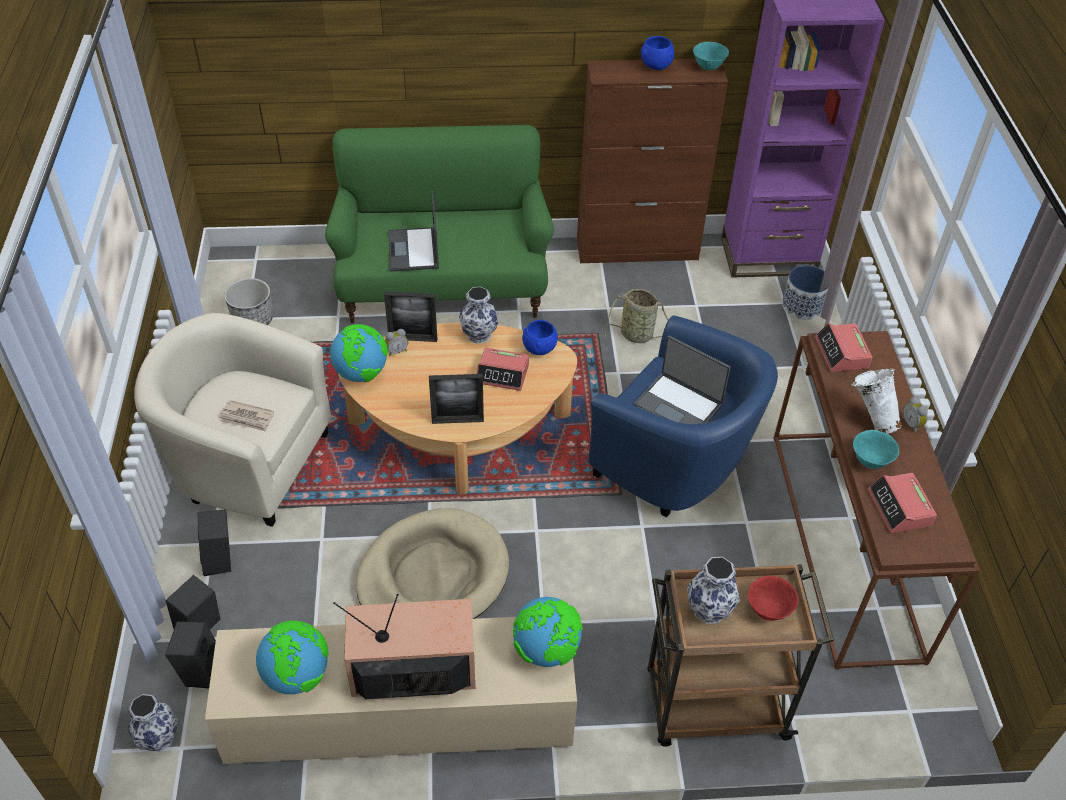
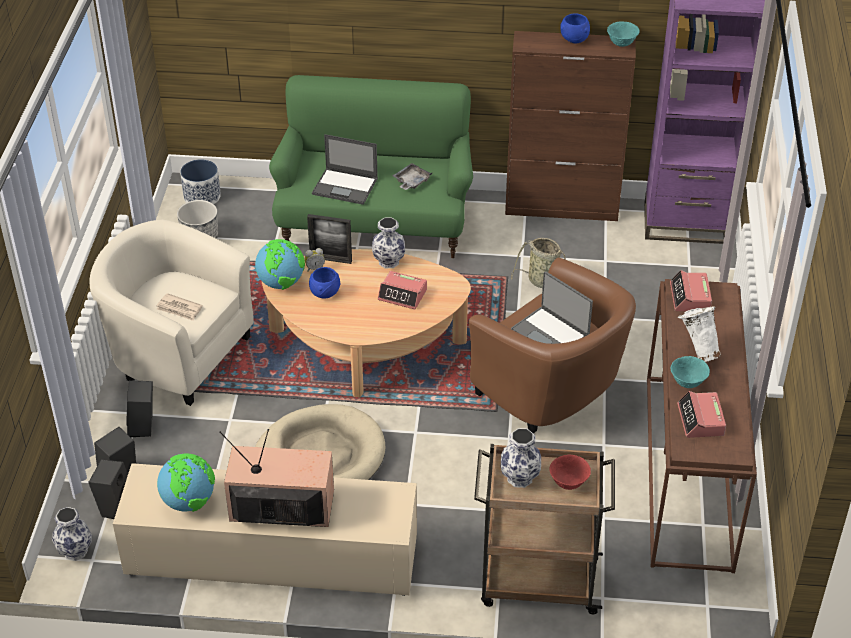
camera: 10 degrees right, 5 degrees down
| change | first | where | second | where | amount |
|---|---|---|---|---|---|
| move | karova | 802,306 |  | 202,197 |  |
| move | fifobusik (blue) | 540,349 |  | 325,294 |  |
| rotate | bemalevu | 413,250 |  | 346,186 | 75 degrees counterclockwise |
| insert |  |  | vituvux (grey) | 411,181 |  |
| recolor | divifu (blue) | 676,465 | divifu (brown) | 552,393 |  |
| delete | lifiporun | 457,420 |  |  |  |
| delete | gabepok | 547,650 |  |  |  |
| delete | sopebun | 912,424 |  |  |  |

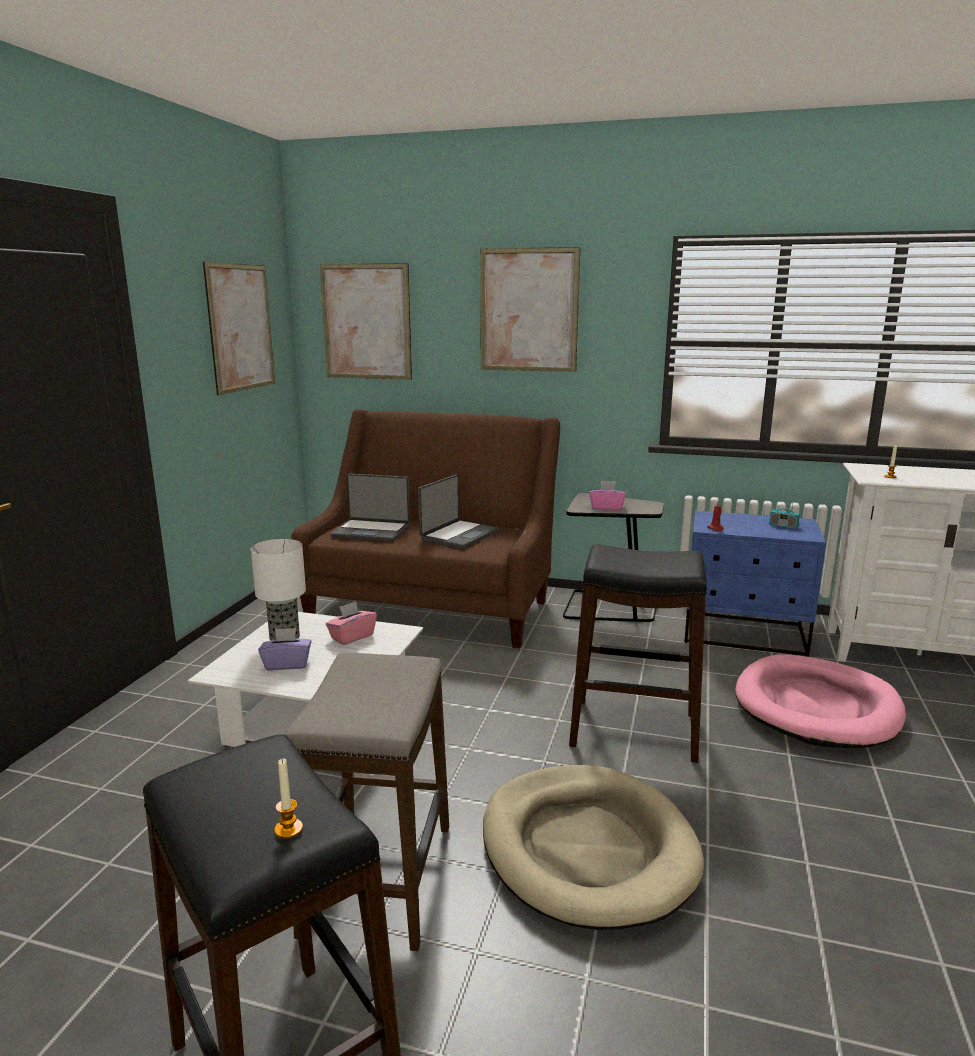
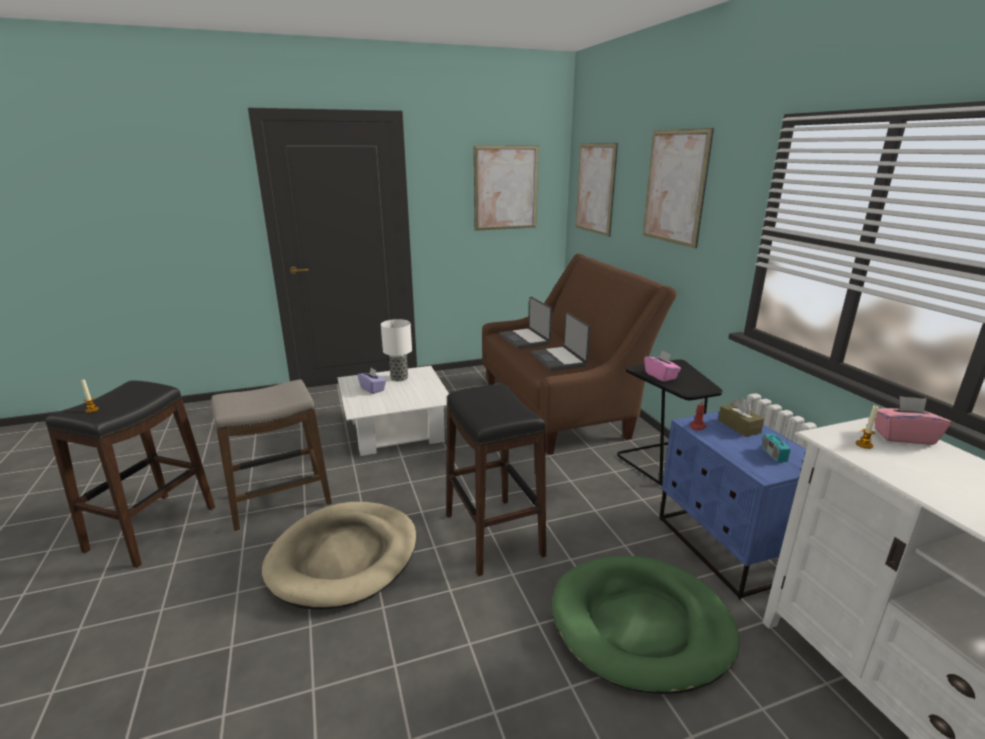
camera: 55 degrees right, 5 degrees up
| change | first | where | second | where | amount |
|---|---|---|---|---|---|
| rotate | bemalevu | 458,535 |  | 559,359 | 75 degrees clockwise |
| recolor | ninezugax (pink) | 817,707 | ninezugax (green) | 641,625 |  |
| insert |  |  | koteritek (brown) | 739,426 |  |
| move | koteritek (pink) | 352,637 |  | 903,437 |  |

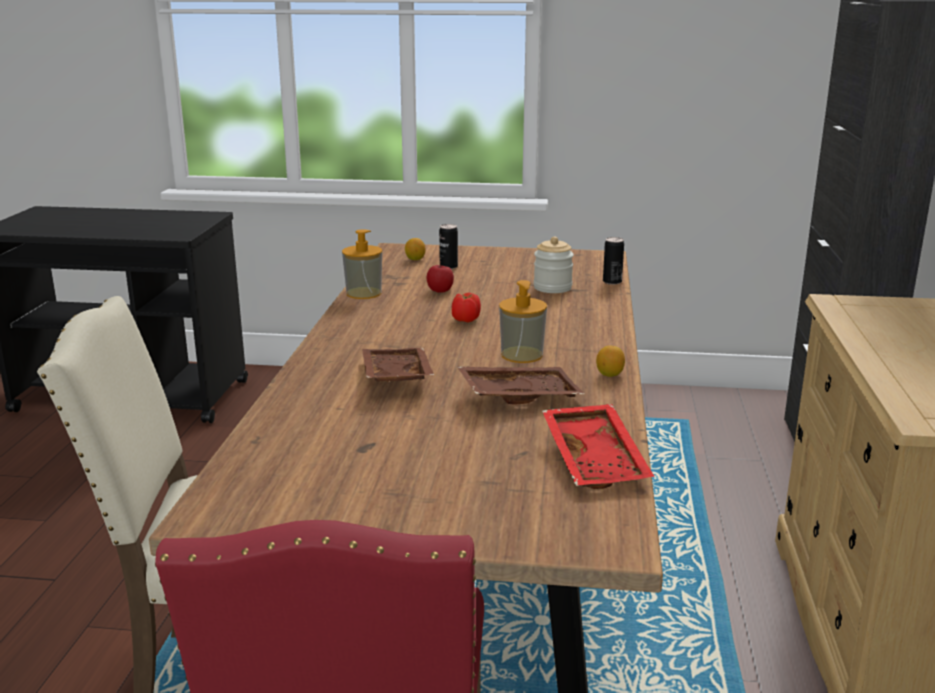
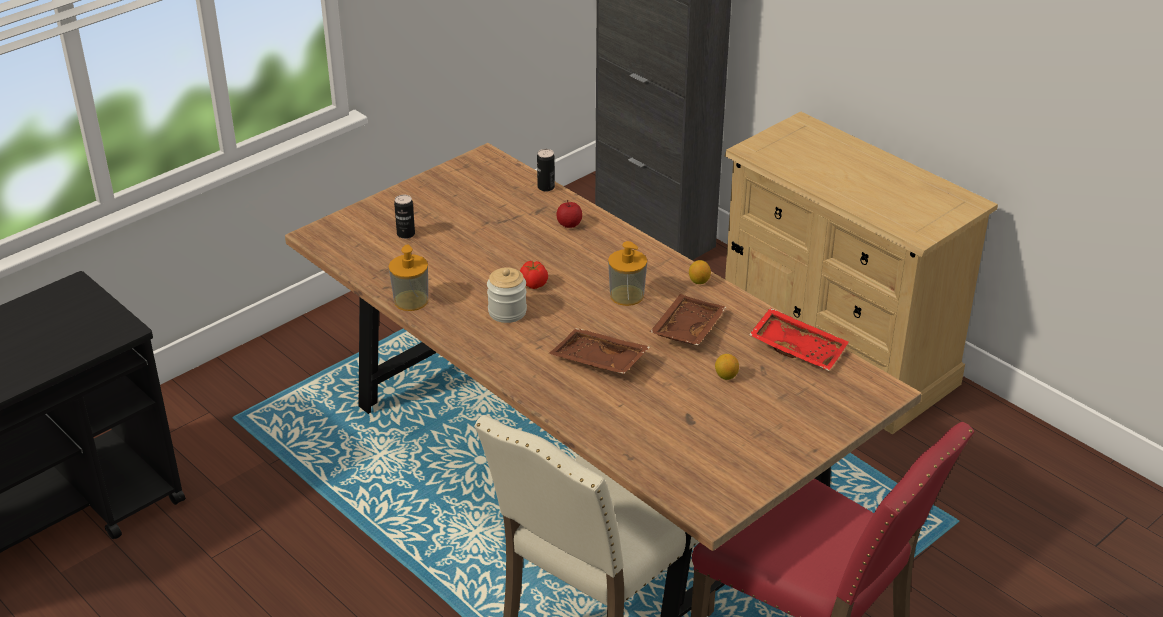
camera: 50 degrees left, 15 degrees up
| change | first | where | second | where | amount |
|---|---|---|---|---|---|
| move | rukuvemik | 552,288 |  | 507,312 |  |
| move | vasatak | 440,290 |  | 569,224 |  |
| move | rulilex | 415,259 |  | 726,376 |  |

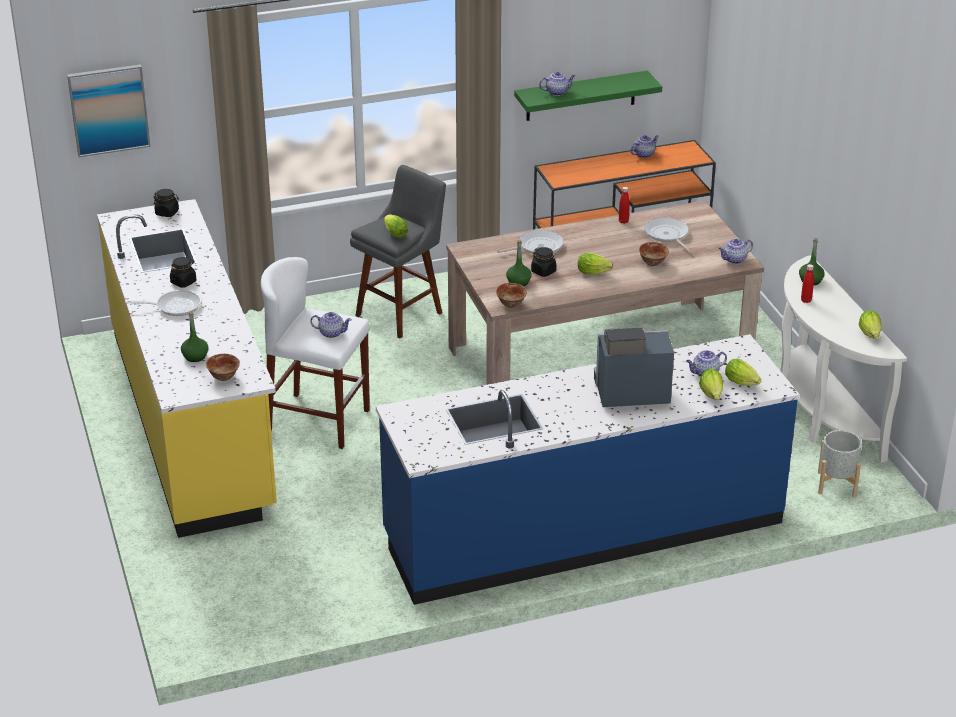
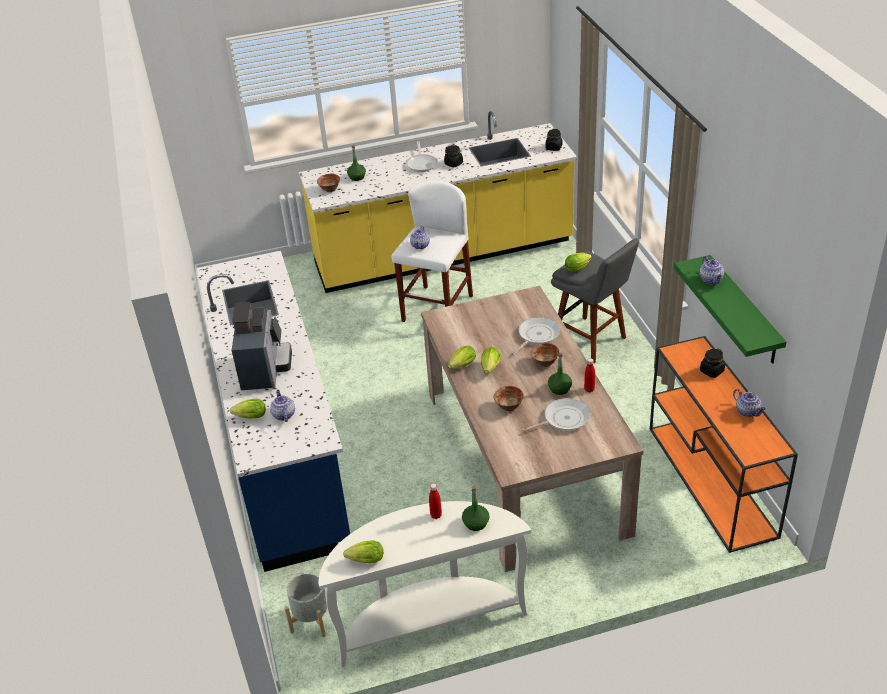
camera: 95 degrees right, 5 degrees up
| change | first | where | second | where | amount |
|---|---|---|---|---|---|
| move | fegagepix | 743,383 |  | 461,366 |  |
| rotate | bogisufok | 537,246 |  | 537,335 | 120 degrees counterclockwise |
| move | fifobusik | 511,304 |  | 545,363 |  |
| move | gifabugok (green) | 518,282 |  | 559,389 |  |
| move | rukuvemik (black) | 543,271 |  | 711,371 |  |
| delete | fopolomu | 109,109 |  |  |  |
| delete | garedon | 734,260 |  |  |  |

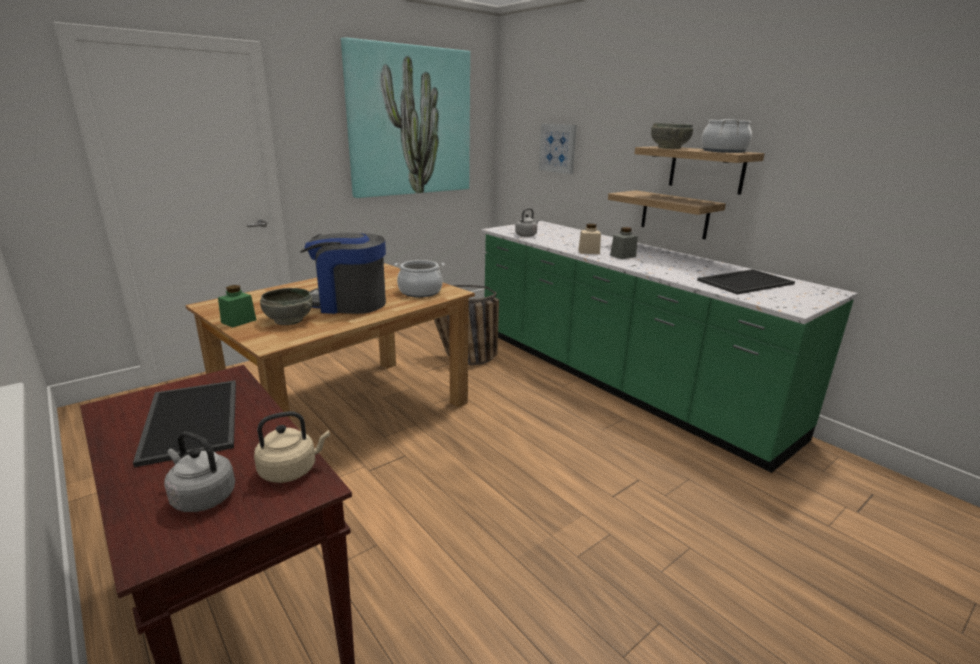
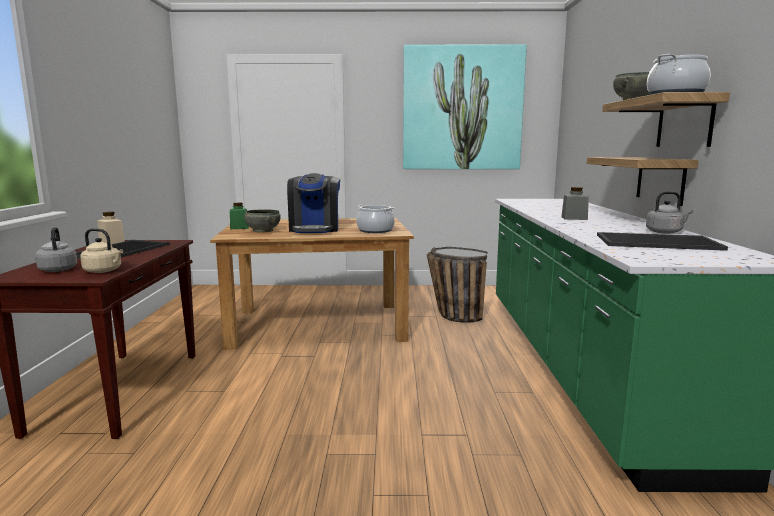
camera: 40 degrees right, 10 degrees down
| change | first | where | second | where | amount |
|---|---|---|---|---|---|
| move | rukuvemik (beige) | 588,252 |  | 112,242 |  |
| rotate | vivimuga | 348,303 |  | 315,229 | 135 degrees counterclockwise |
| move | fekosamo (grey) | 526,235 |  | 665,232 |  |
| delete | fopolomu | 558,148 |  |  |  |

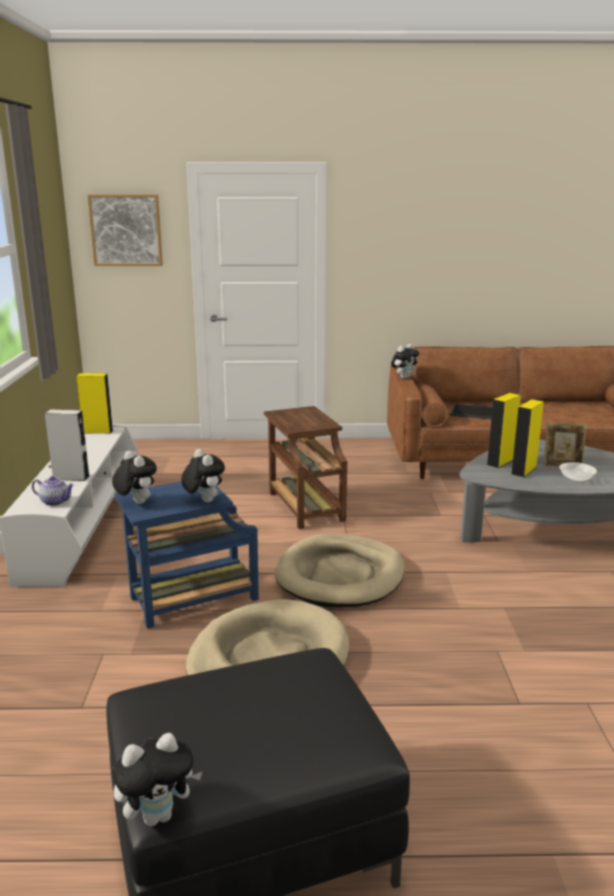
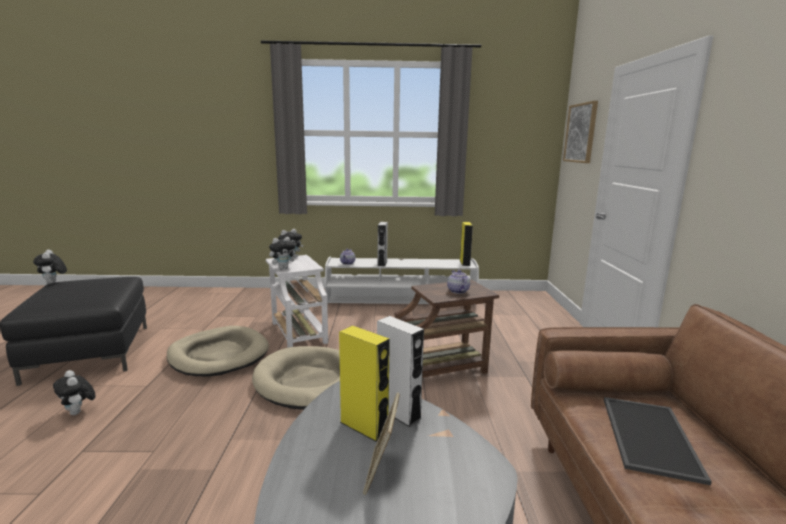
camera: 90 degrees right, 5 degrees down
| change | first | where | second | where | amount |
|---|---|---|---|---|---|
| move | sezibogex | 404,377 |  | 78,412 |  |
| recolor | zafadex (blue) | 190,600 | zafadex (white) | 298,332 |  |
| recolor | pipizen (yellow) | 500,462 | pipizen (white) | 398,412 |  |
| insert |  |  | garedon | 457,291 |  |
| delete | fifobusik | 576,479 |  |  |  |

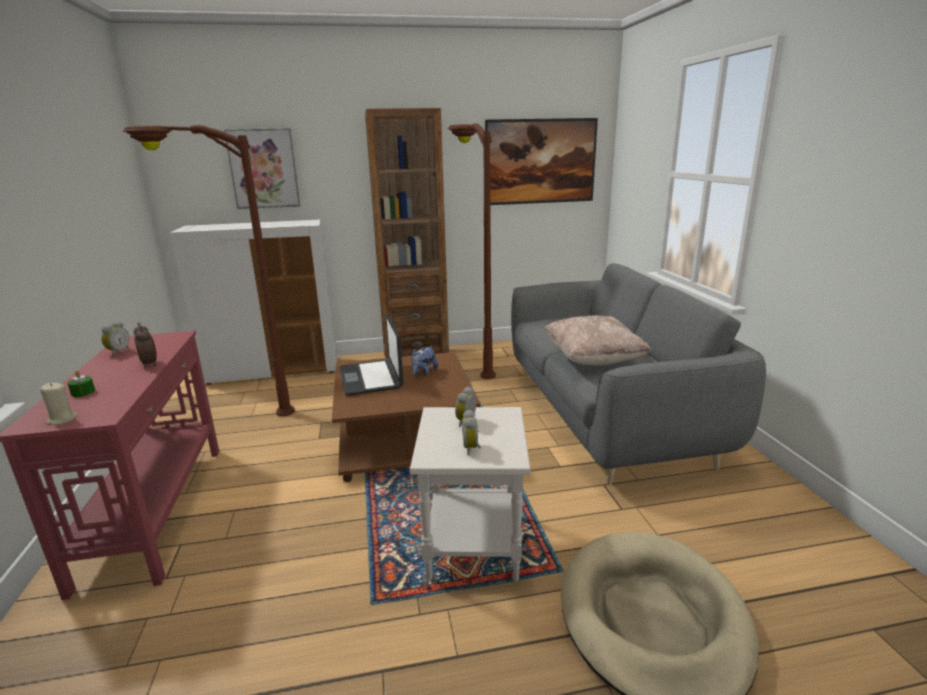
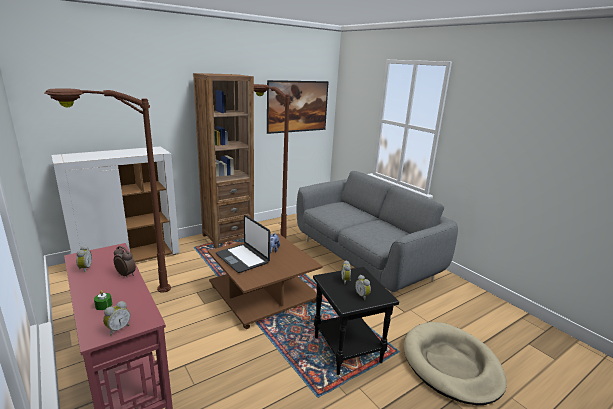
camera: 25 degrees left, 0 degrees up
| change | first | where | second | where | amount |
|---|---|---|---|---|---|
| replace | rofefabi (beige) | 62,420 | sopebun | 118,329 |  |
| recolor | zafadex (white) | 475,546 | zafadex (black) | 348,350 |  |
| delete | fopolomu | 263,169 |  |  |  |
| delete | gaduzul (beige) | 593,359 |  |  |  |

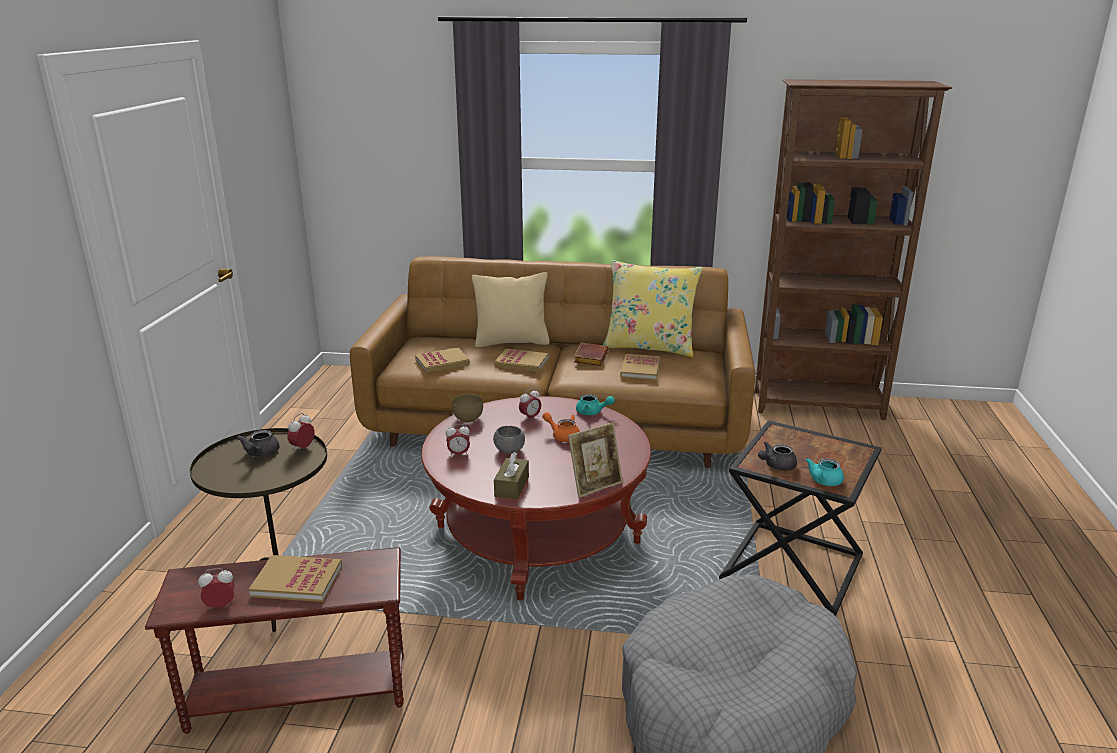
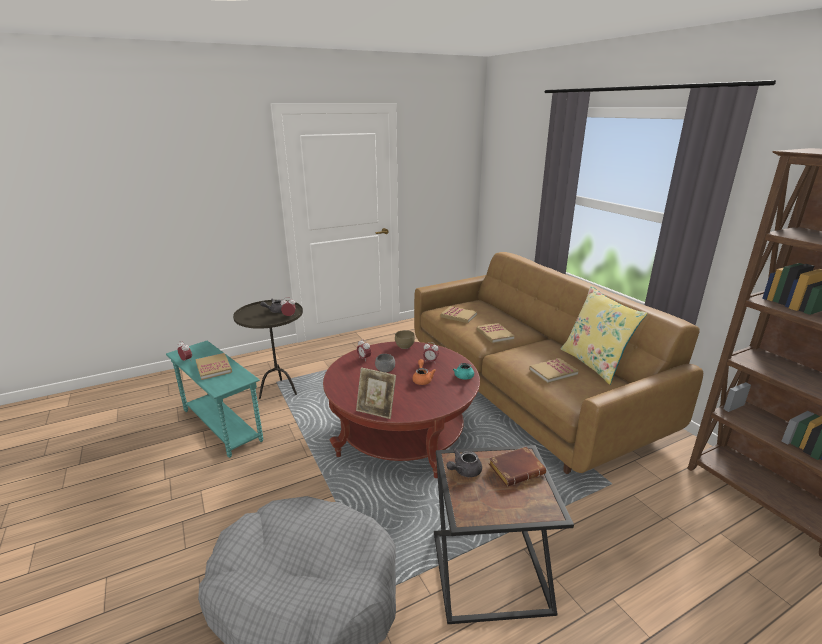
camera: 55 degrees right, 0 degrees up
| change | first | where | second | where | amount |
|---|---|---|---|---|---|
| recolor | zafadex (brown) | 299,696 | zafadex (turquoise) | 221,426 |  |
| rotate | garedon (grey) | 776,466 |  | 464,471 | 60 degrees counterclockwise |
| move | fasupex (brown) | 589,358 |  | 516,469 |  |
| delete | gaduzul (beige) | 512,342 |  |  |  |
| delete | koteritek (brown) | 511,486 |  |  |  |
| delete | garedon (turquoise) | 823,482 |  |  |  |

